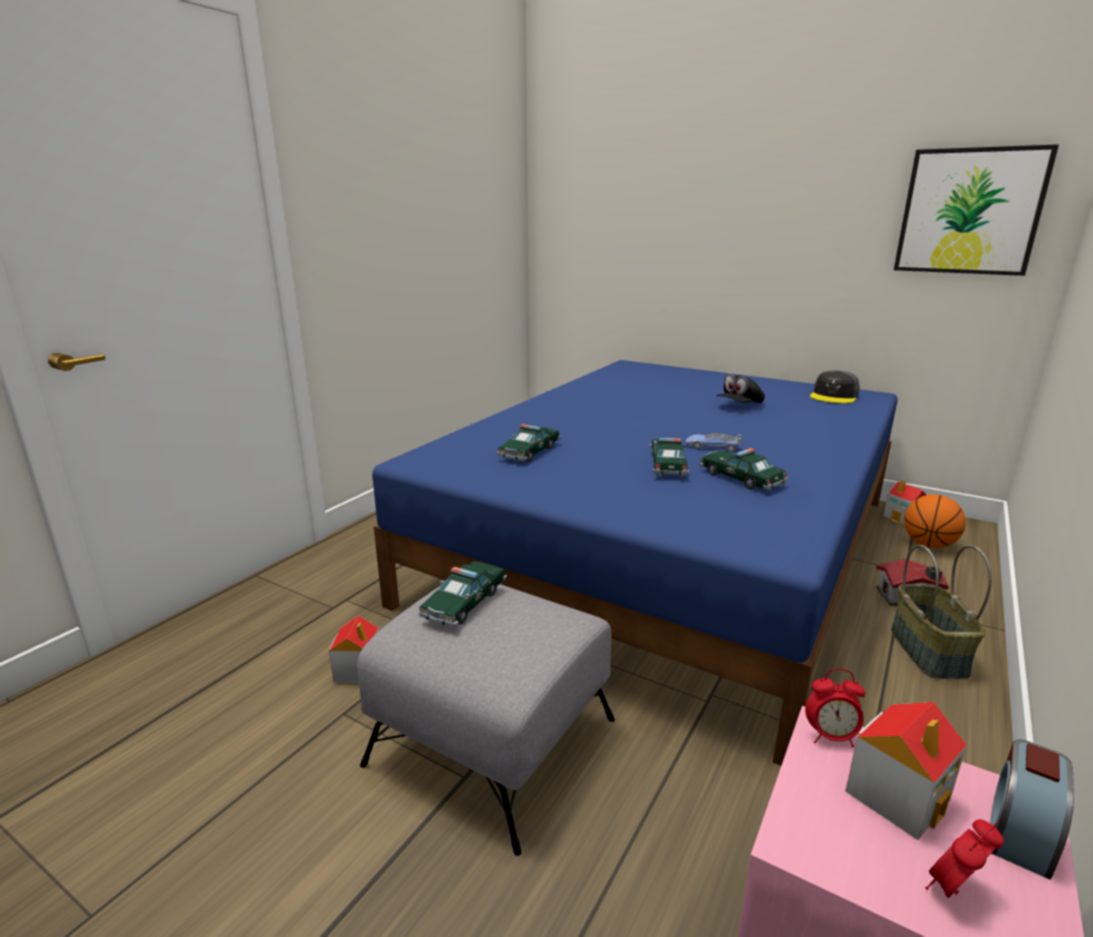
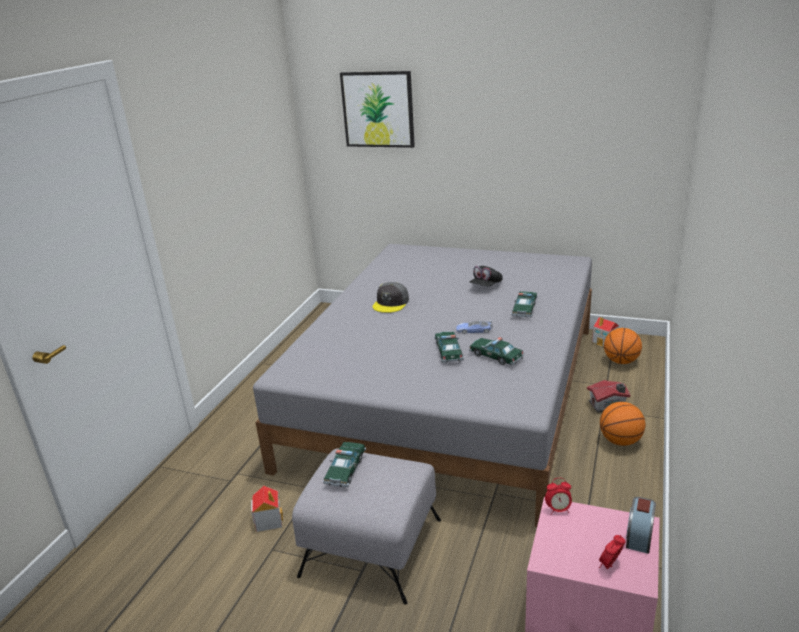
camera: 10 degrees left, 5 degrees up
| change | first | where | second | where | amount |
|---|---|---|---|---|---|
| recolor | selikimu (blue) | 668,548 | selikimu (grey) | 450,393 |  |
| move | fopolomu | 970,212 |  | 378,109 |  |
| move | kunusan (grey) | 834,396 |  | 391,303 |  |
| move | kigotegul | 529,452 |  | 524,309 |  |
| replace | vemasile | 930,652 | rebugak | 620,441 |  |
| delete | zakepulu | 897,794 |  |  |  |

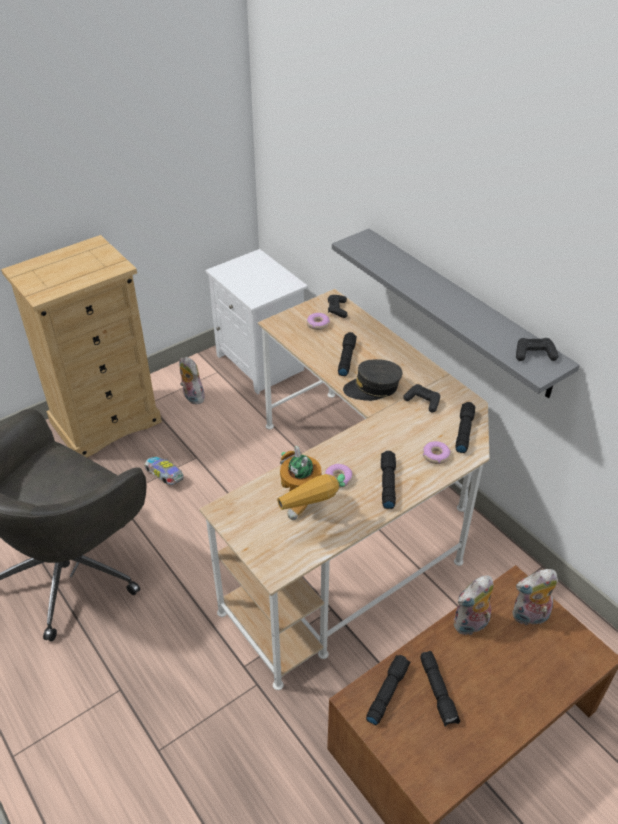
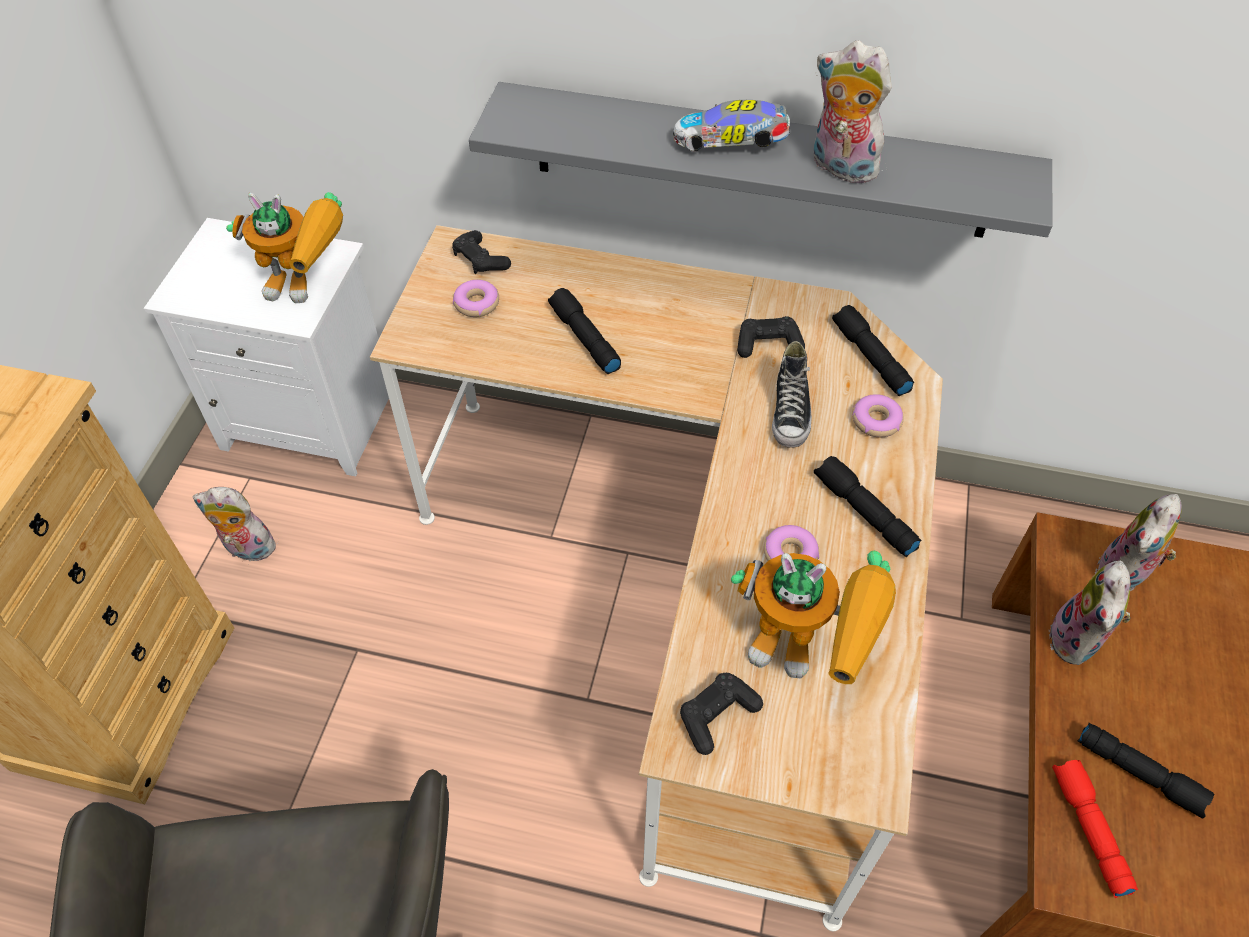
camera: 40 degrees left, 10 degrees up
| change | first | where | second | where | amount |
|---|---|---|---|---|---|
| insert |  |  | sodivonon | 309,286 |  |
| move | kigotegul | 165,476 |  | 732,143 |  |
| move | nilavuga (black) | 534,354 |  | 717,716 |  |
| insert |  |  | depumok | 790,413 |  |
| insert |  |  | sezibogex | 839,168 |  |
| recolor | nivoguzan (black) | 387,692 | nivoguzan (red) | 1088,829 |  |
| delete | kunusan (grey) | 373,388 |  |  |  |

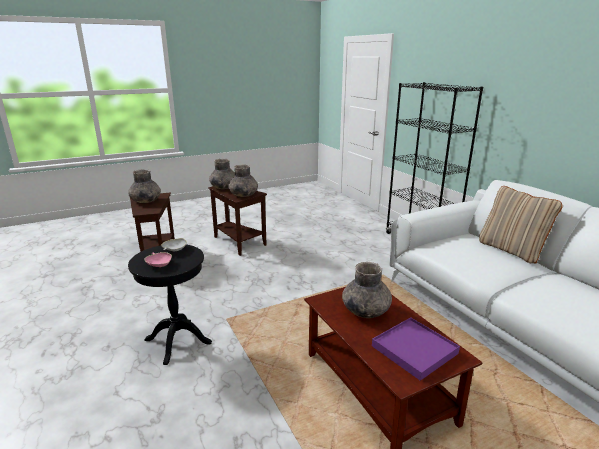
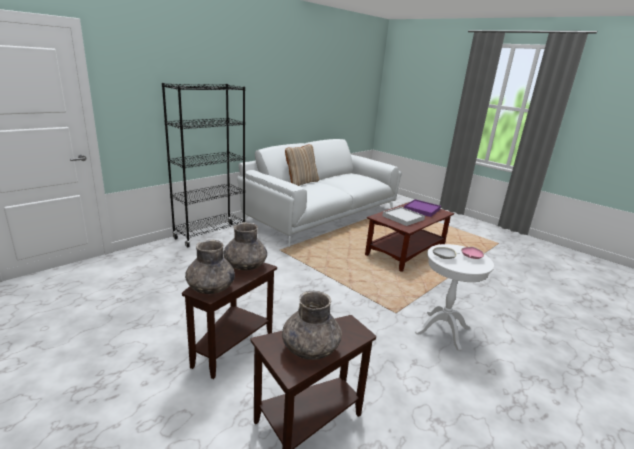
camera: 110 degrees left, 0 degrees up
| change | first | where | second | where | amount |
|---|---|---|---|---|---|
| replace | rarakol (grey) | 365,310 | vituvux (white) | 403,218 |  |
| recolor | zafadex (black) | 178,341 | zafadex (white) | 443,330 |  |

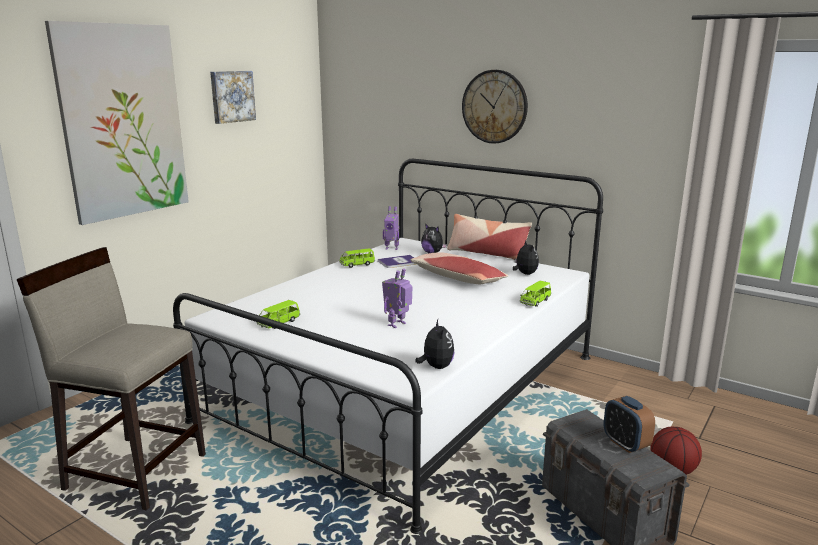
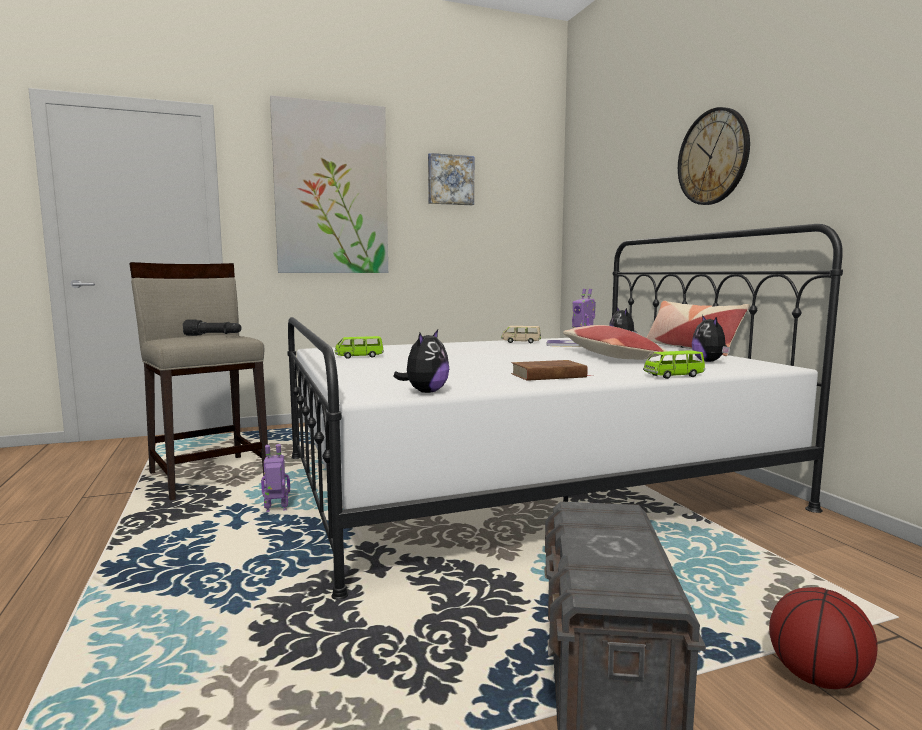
camera: 35 degrees right, 10 degrees down
| change | first | where | second | where | amount |
|---|---|---|---|---|---|
| insert |  |  | nivoguzan (black) | 213,335 |  |
| move | sodivonon | 397,324 |  | 276,512 |  |
| recolor | kigotegul (green) | 357,264 | kigotegul (beige) | 521,342 |  |
| insert |  |  | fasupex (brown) | 549,375 |  |
| rotate | sezibogex | 525,274 |  | 709,361 | 150 degrees clockwise |
| delete | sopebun | 625,444 |  |  |  |

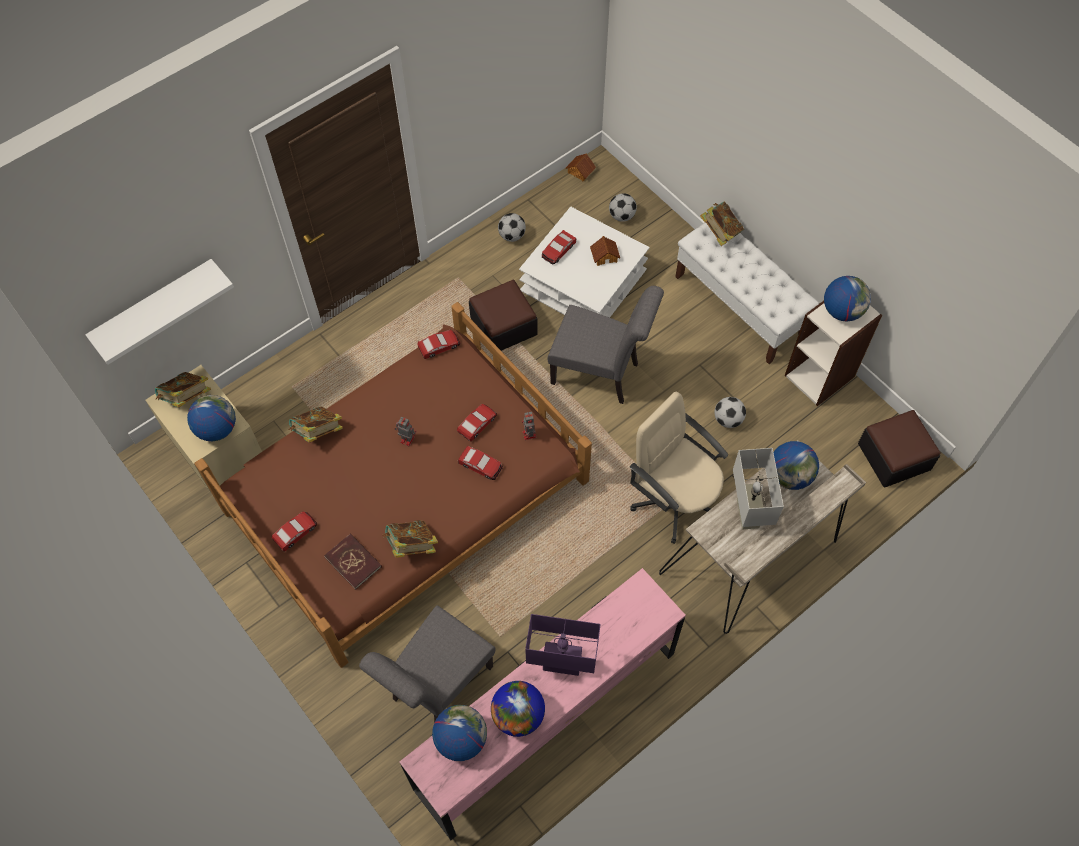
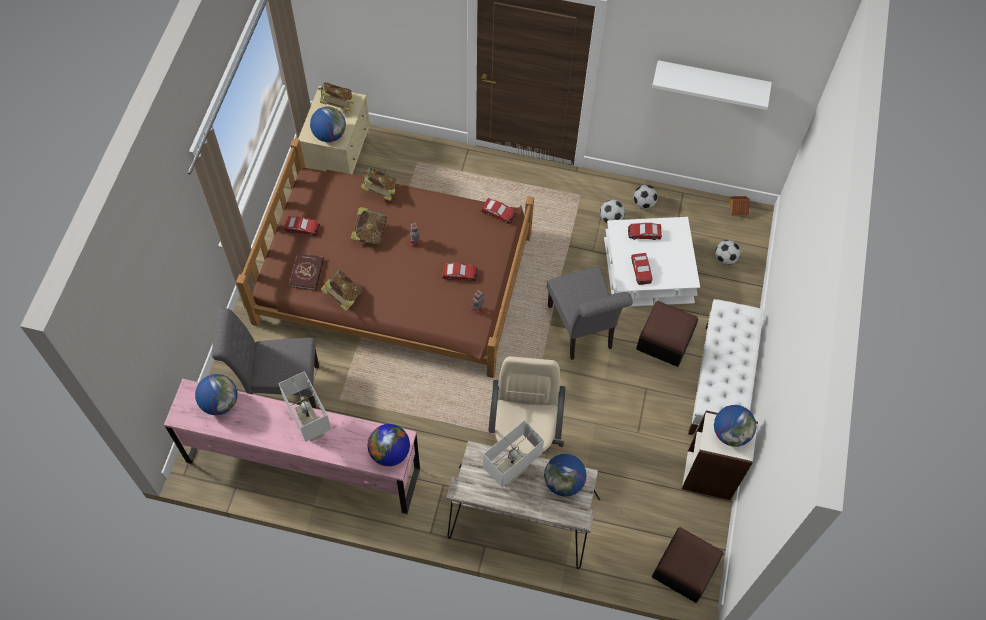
camera: 50 degrees right, 0 degrees up
| change | first | where | second | where | amount |
|---|---|---|---|---|---|
| recolor | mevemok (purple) | 562,664 | mevemok (white) | 311,427 |  |
| move | fasupex | 720,232 |  | 369,234 |  |
| move | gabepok | 518,715 |  | 390,452 |  |
| move | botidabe | 728,419 |  | 611,218 |  |
| move | kigotegul | 480,465 |  | 641,270 |  |
| move | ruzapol | 503,326 |  | 665,340 |  |
| move | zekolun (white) | 154,306 |  | 711,80 |  |
| delete | zakepulu | 605,256 |  |  |  |

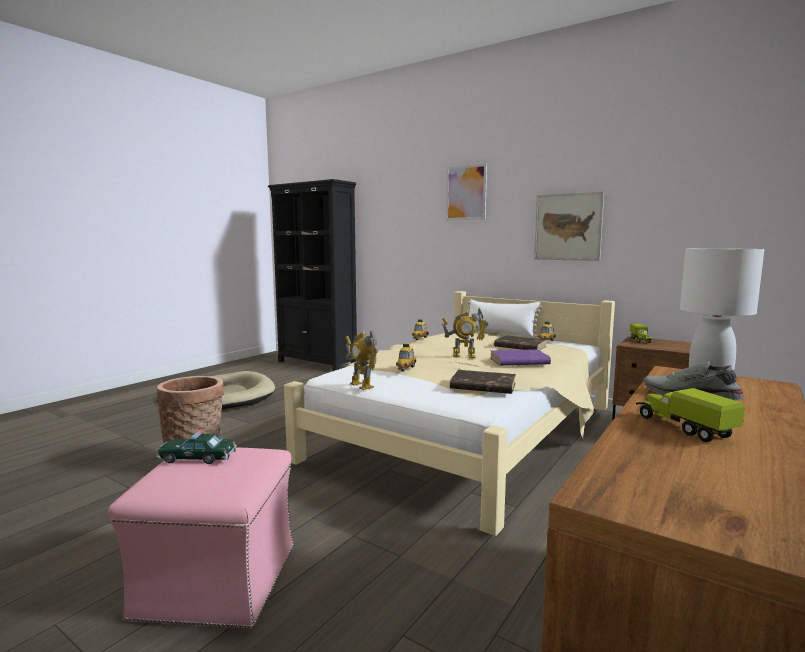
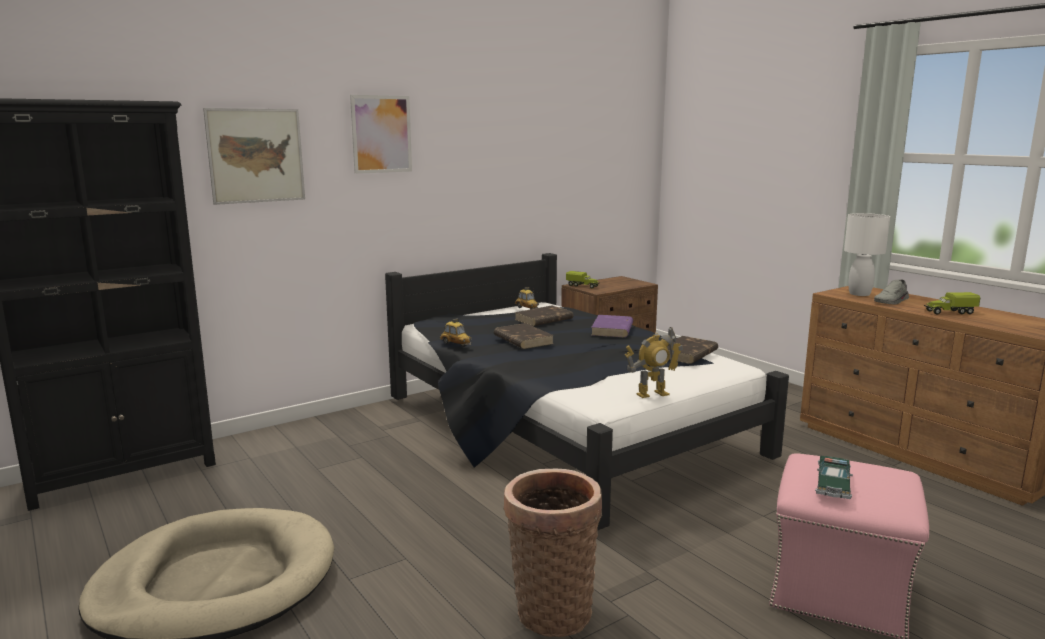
camera: 70 degrees left, 5 degrees up
| change | first | where | second | where | amount |
|---|---|---|---|---|---|
| move | fopolomu | 568,227 |  | 256,155 |  |
| recolor | selikimu (beige) | 467,435 | selikimu (black) | 565,429 |  |
| insert |  |  | fasupex (brown) | 522,339 |  |
| delete | kigotegul | 406,368 |  |  |  |
| delete | sodivonon | 464,356 |  |  |  |
| delete | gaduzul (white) | 499,333 |  |  |  |

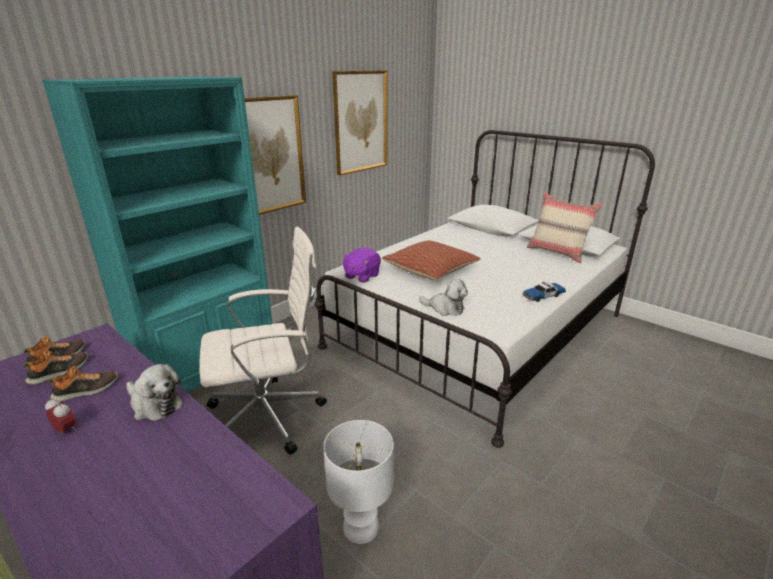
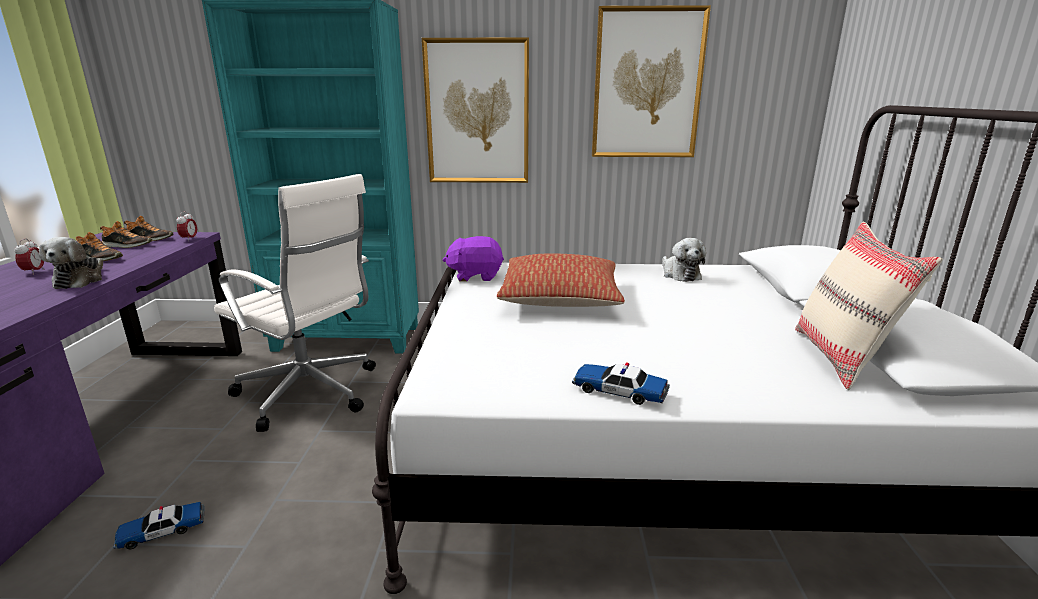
camera: 50 degrees right, 5 degrees down
| change | first | where | second | where | amount |
|---|---|---|---|---|---|
| replace | mevemok (white) | 362,527 | kigotegul | 162,531 |  |
| insert |  |  | sopebun | 189,239 |  |
| move | sezibogex | 445,308 |  | 679,274 |  |

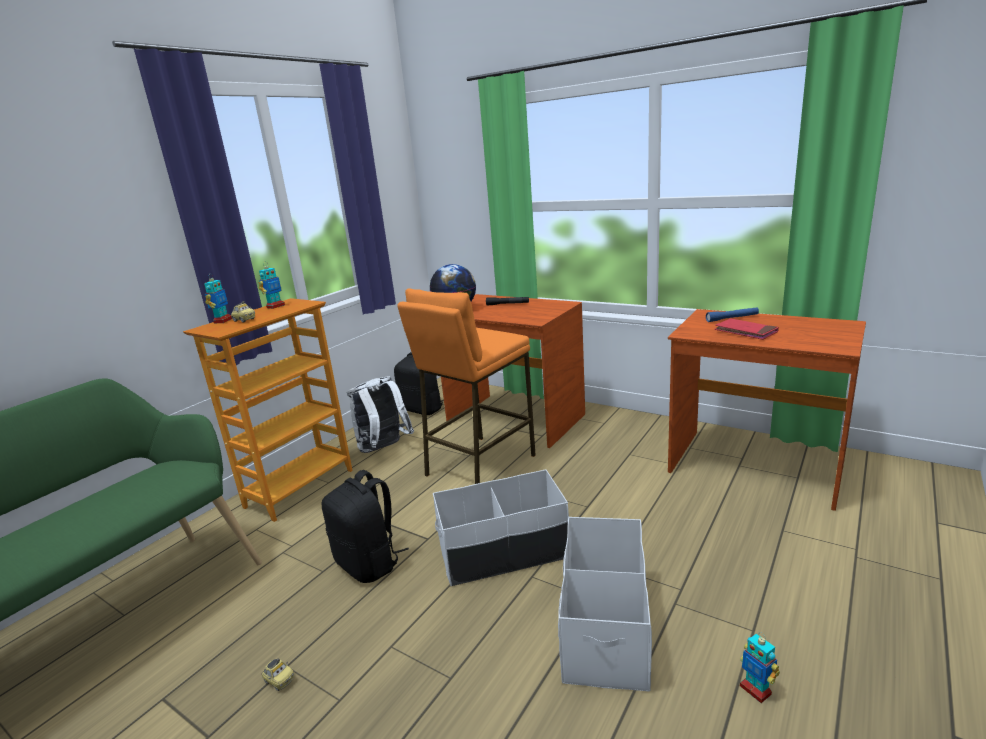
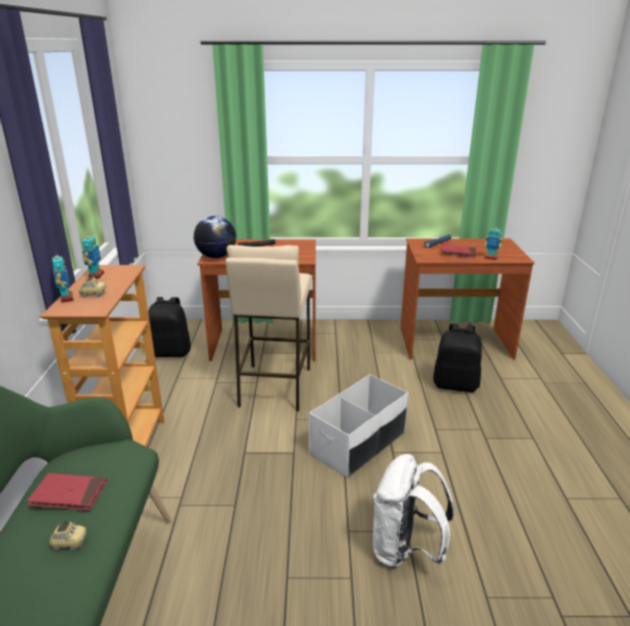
camera: 35 degrees left, 5 degrees up
| change | first | where | second | where | amount |
|---|---|---|---|---|---|
| insert |  |  | fasupex (red) | 69,494 |  |
| move | kigotegul | 279,680 |  | 69,543 |  |
| recolor | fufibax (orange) | 479,465 | fufibax (beige) | 274,387 |  |
| move | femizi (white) | 383,449 |  | 405,550 |  |
| move | femizi (black) | 369,563 |  | 456,385 |  |
| move | sodivonon | 755,690 |  | 491,257 |  |
| delete | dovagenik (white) | 604,626 |  |  |  |

